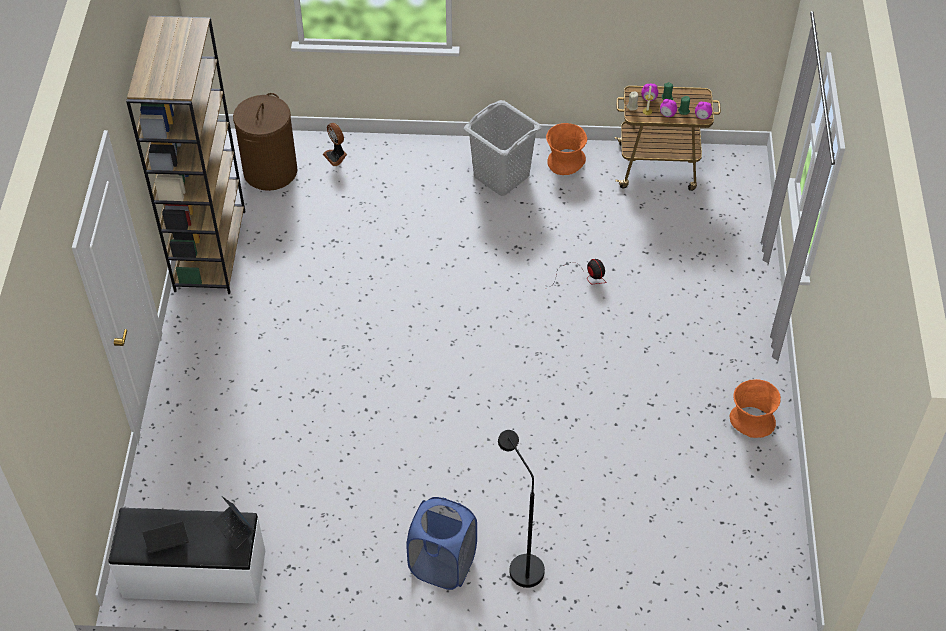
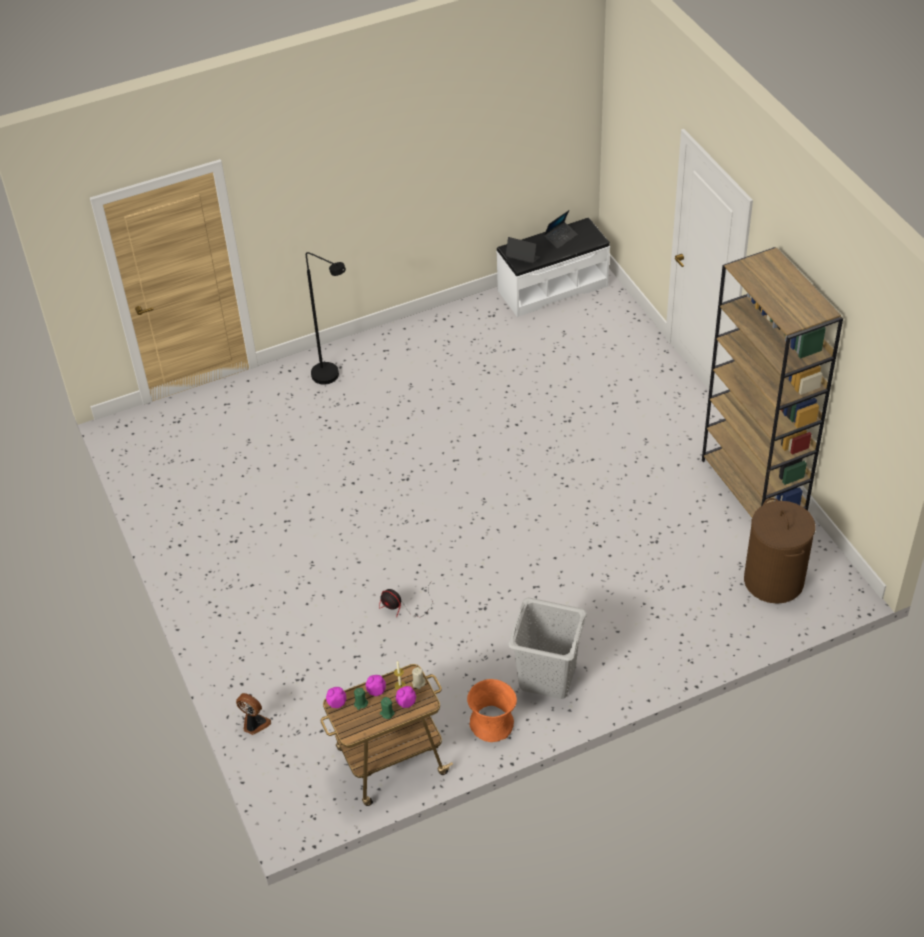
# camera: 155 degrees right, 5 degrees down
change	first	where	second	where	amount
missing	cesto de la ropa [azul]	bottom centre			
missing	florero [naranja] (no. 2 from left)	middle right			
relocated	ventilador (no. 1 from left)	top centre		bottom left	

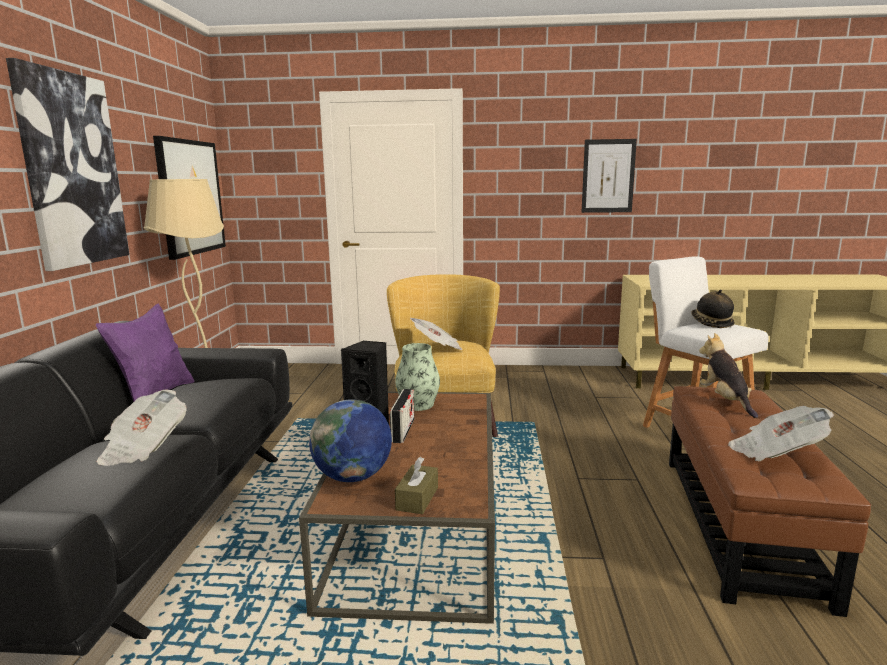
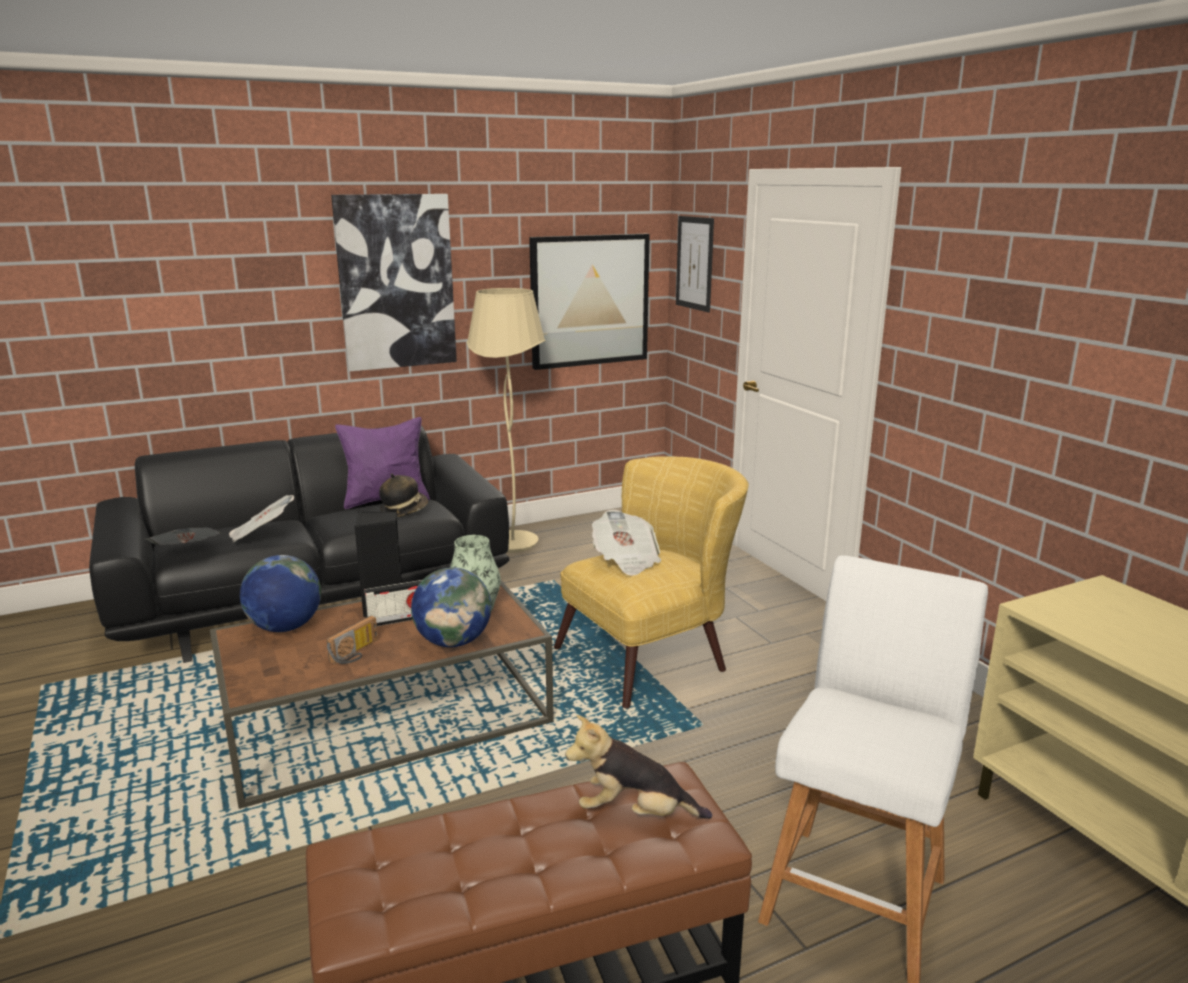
# camera: 60 degrees right, 5 degrees up
change	first	where	second	where	amount
missing	caja de pañuelos [marrón]	bottom centre			
appeared			radio (no. 1 from left)	middle left	
appeared			globo terráqueo (no. 2 from left)	centre	
relocated	cuadro (no. 3 from left)	top right		top centre	
relocated	sombrero	middle right		centre	
relocated	periódico (no. 3 from left in the first image)	middle right	periódico (no. 1 from left)	middle left	
spun	peluche	middle right		bottom centre	135 degrees counterclockwise

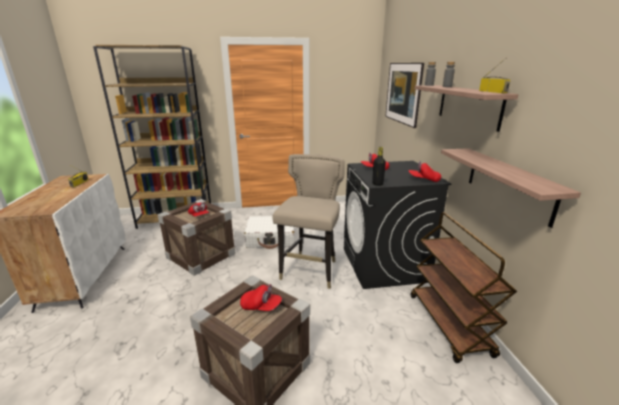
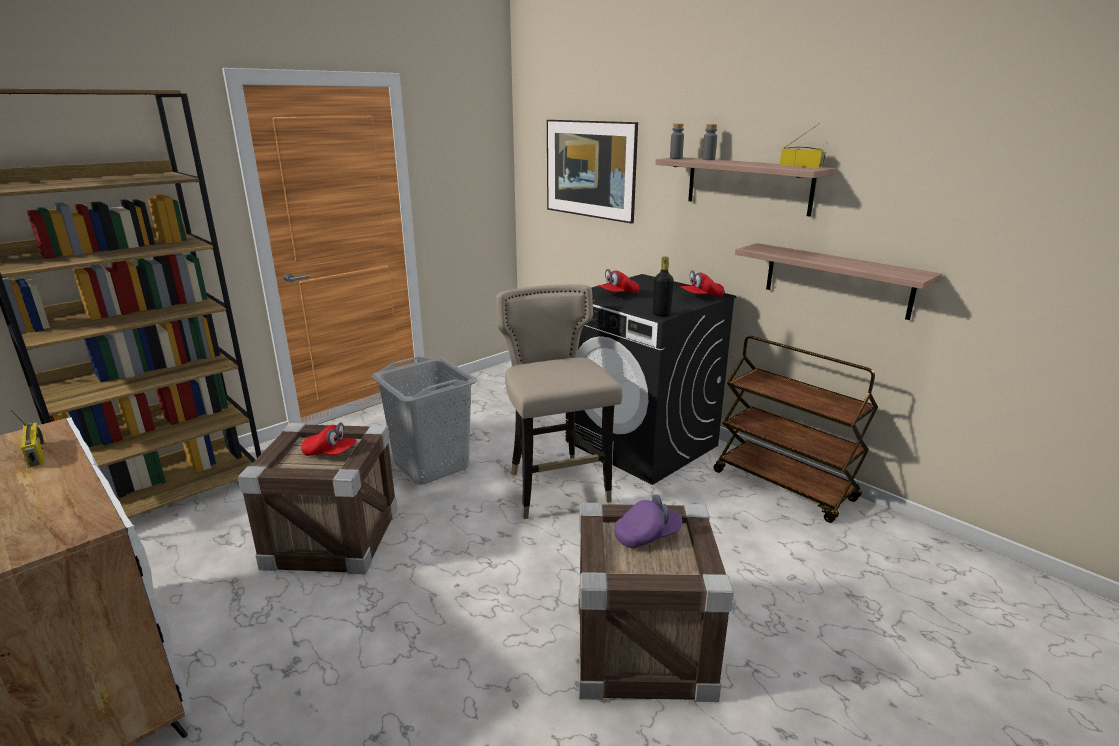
# camera: 35 degrees left, 0 degrees up
change	first	where	second	where	amount
exchanged	maleta [blanco]	centre	cesto de la ropa [gris]	centre	
colour	gorra [rojo] (no. 2 from left)	bottom centre	gorra [morado]	bottom centre	

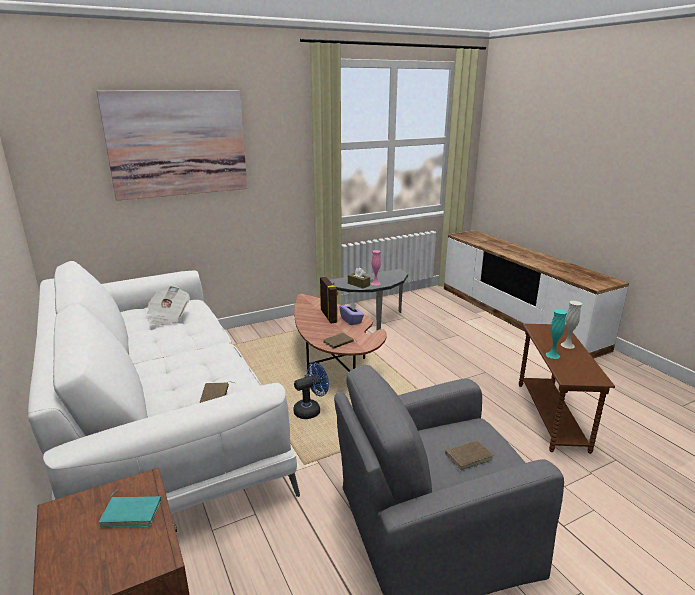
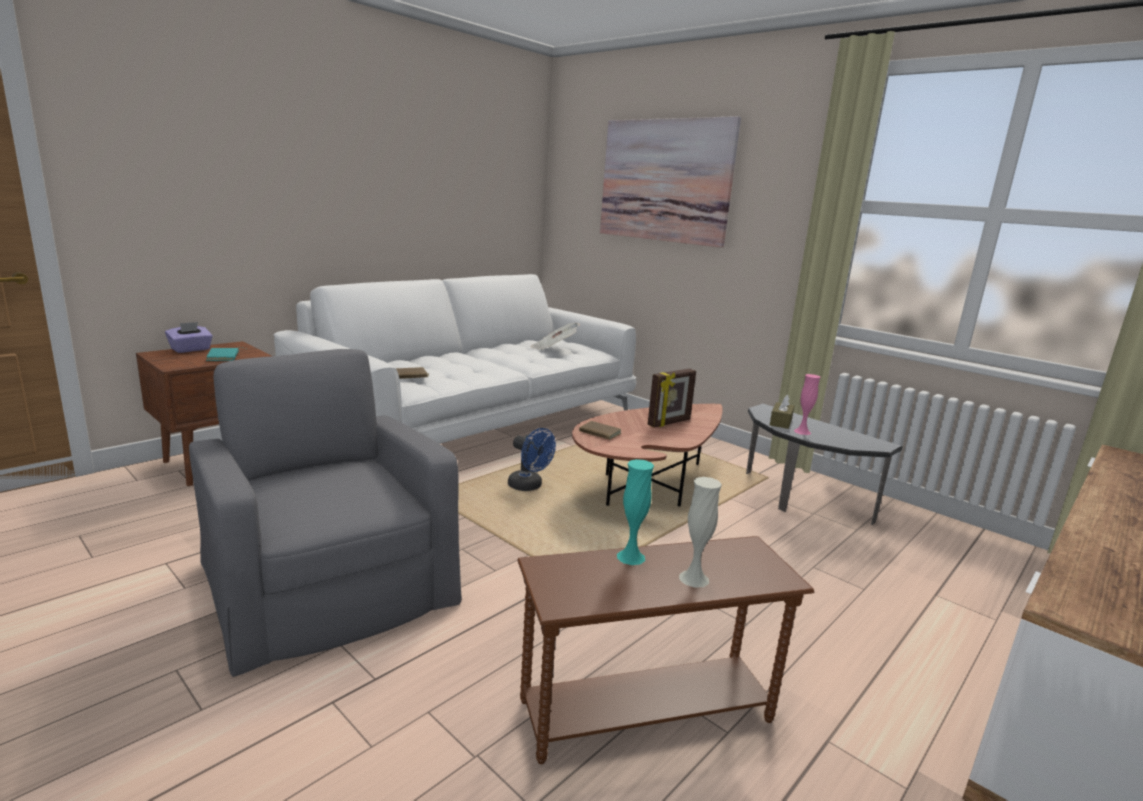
# camera: 70 degrees right, 5 degrees down
change	first	where	second	where	amount
missing	libro [marrón] (no. 3 from left)	bottom right			
relocated	caja de pañuelos [morado]	centre		middle left	

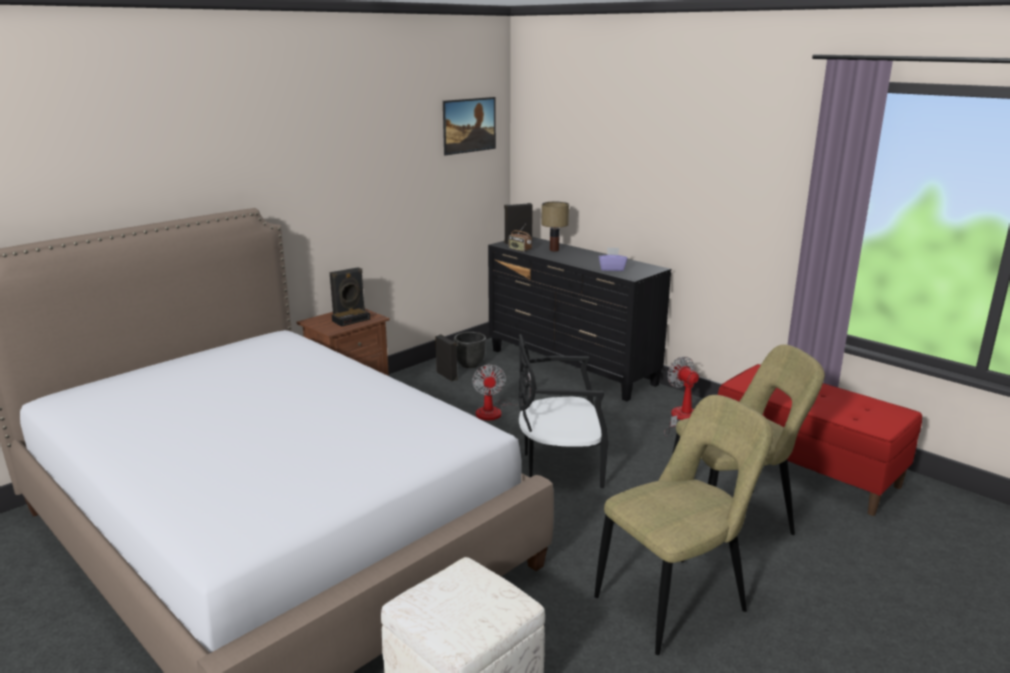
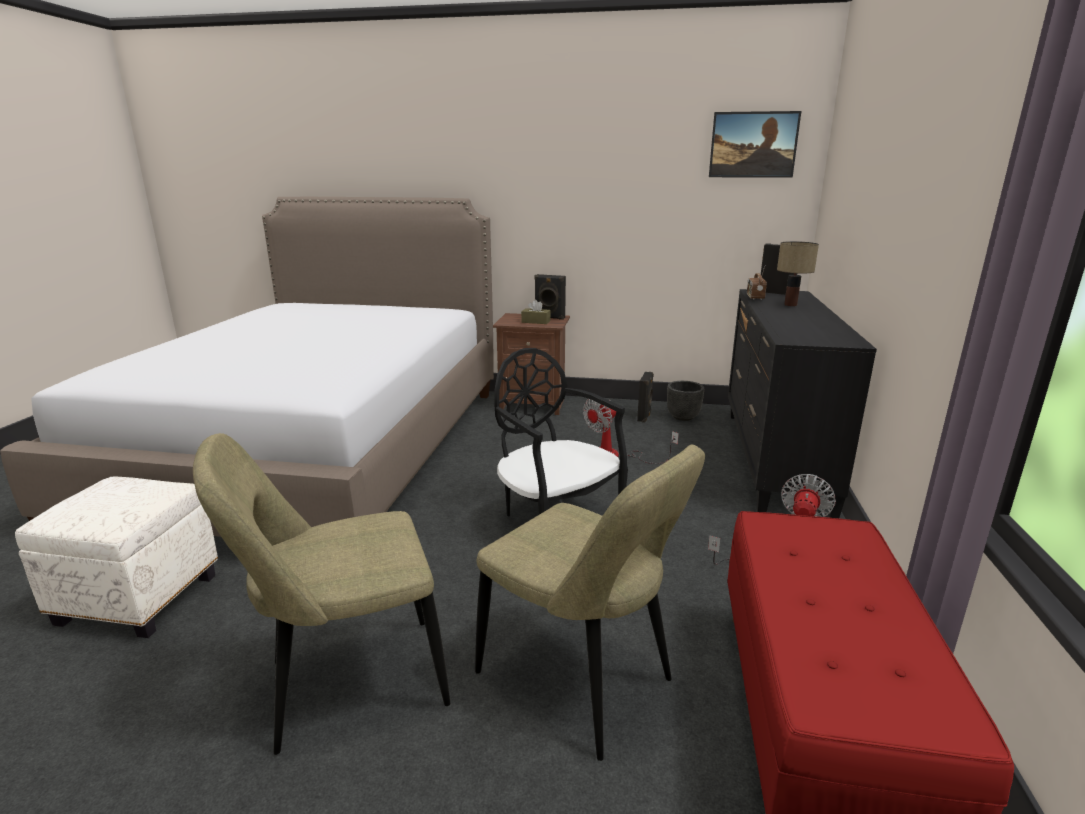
# camera: 55 degrees right, 0 degrees up
change	first	where	second	where	amount
missing	caja de pañuelos [morado]	centre			
exchanged	despertador	centre	caja de pañuelos [marrón]	centre	
spun	silla [beis] (no. 1 from left)	bottom right		bottom left	135 degrees clockwise

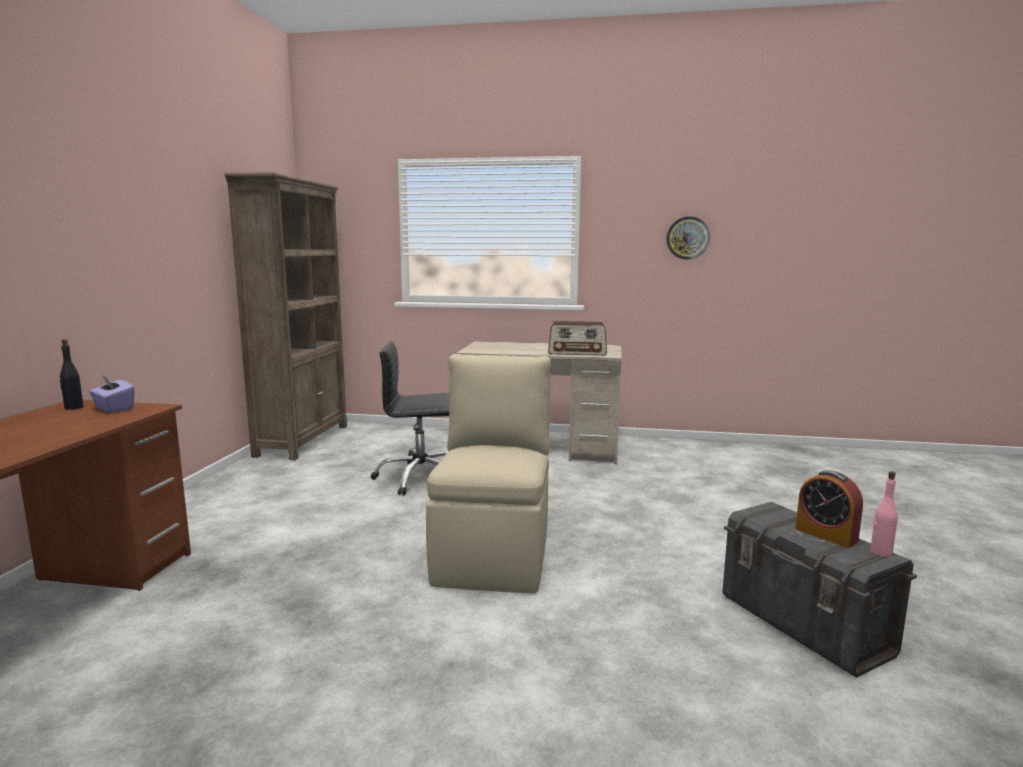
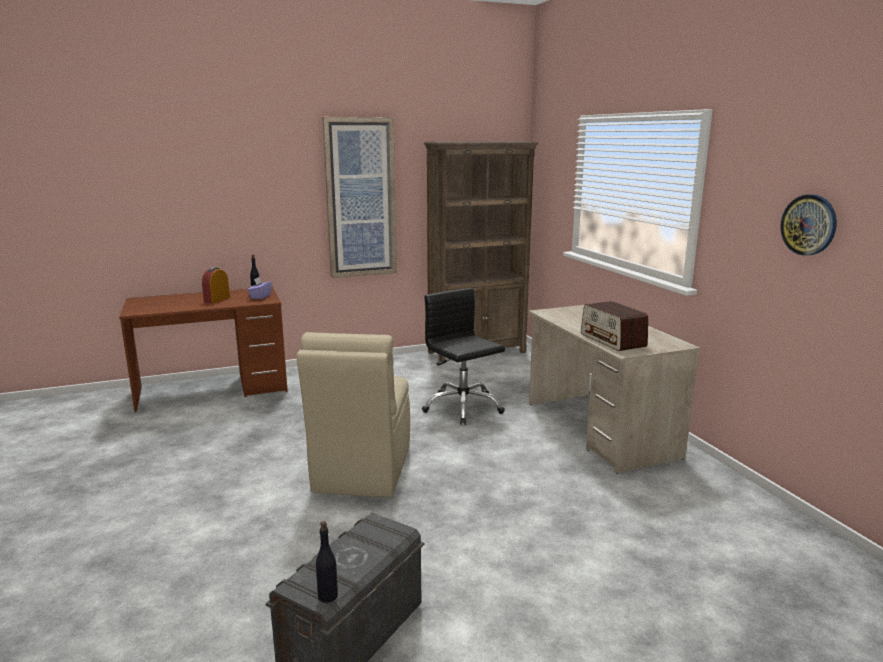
# camera: 60 degrees right, 5 degrees up
change	first	where	second	where	amount
appeared			cuadro	top centre	
relocated	despertador	middle right		middle left	
colour	botella [rosa]	bottom right	botella [negro] (no. 2 from left)	bottom centre	
spun	silla [beis]	centre		centre	120 degrees clockwise

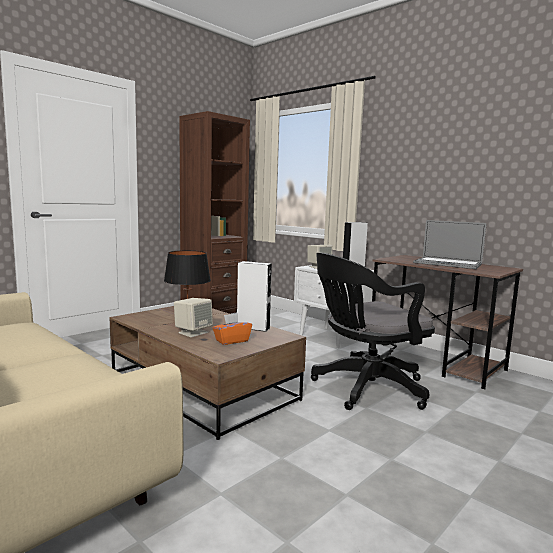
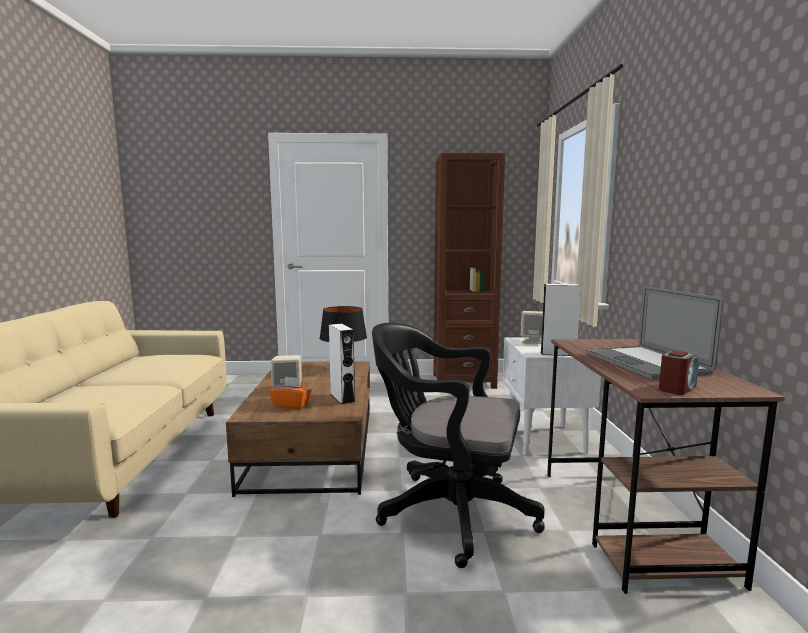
# camera: 45 degrees right, 0 degrees up
change	first	where	second	where	amount
appeared			despertador	middle right	

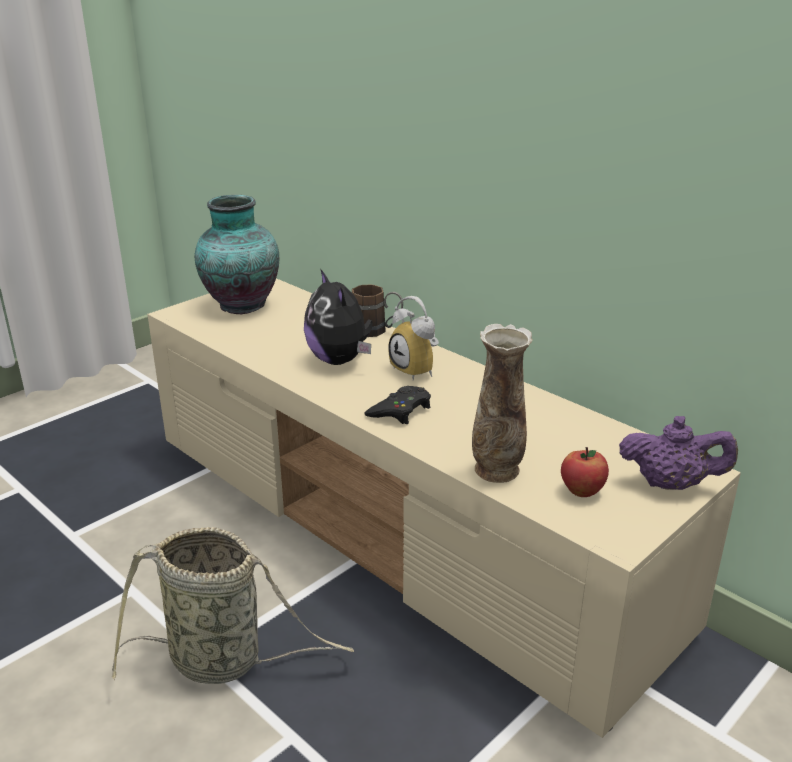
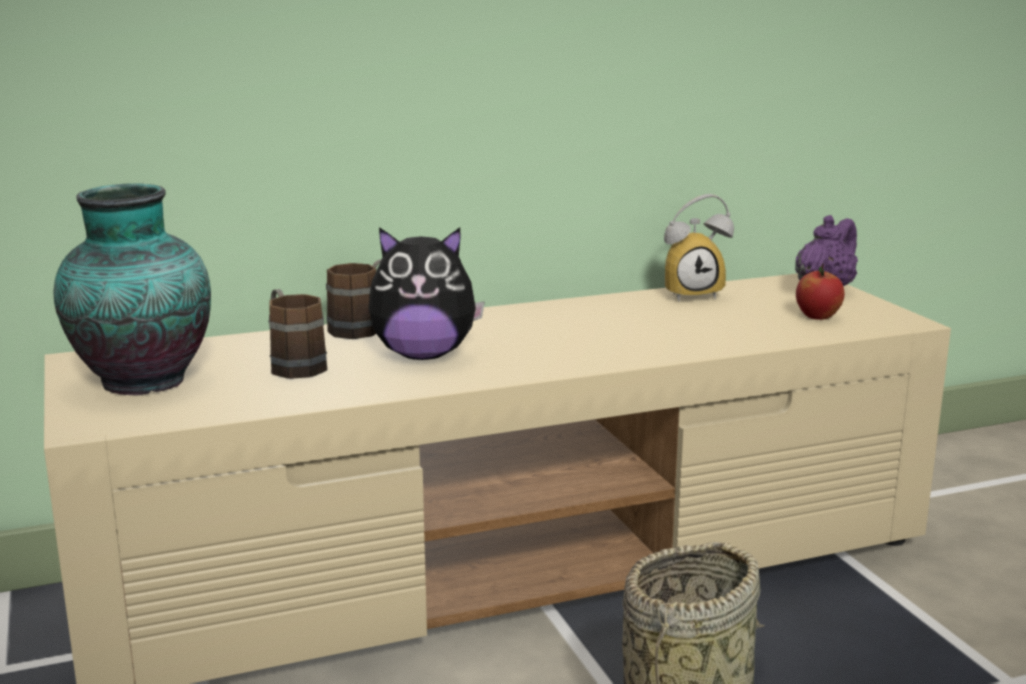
# camera: 65 degrees left, 10 degrees down
change	first	where	second	where	amount
missing	mando de consola [negro]	centre			
missing	florero (no. 2 from left)	centre			
appeared			taza grande [marrón] (no. 1 from left)	middle left	
relocated	despertador	centre		middle right	

